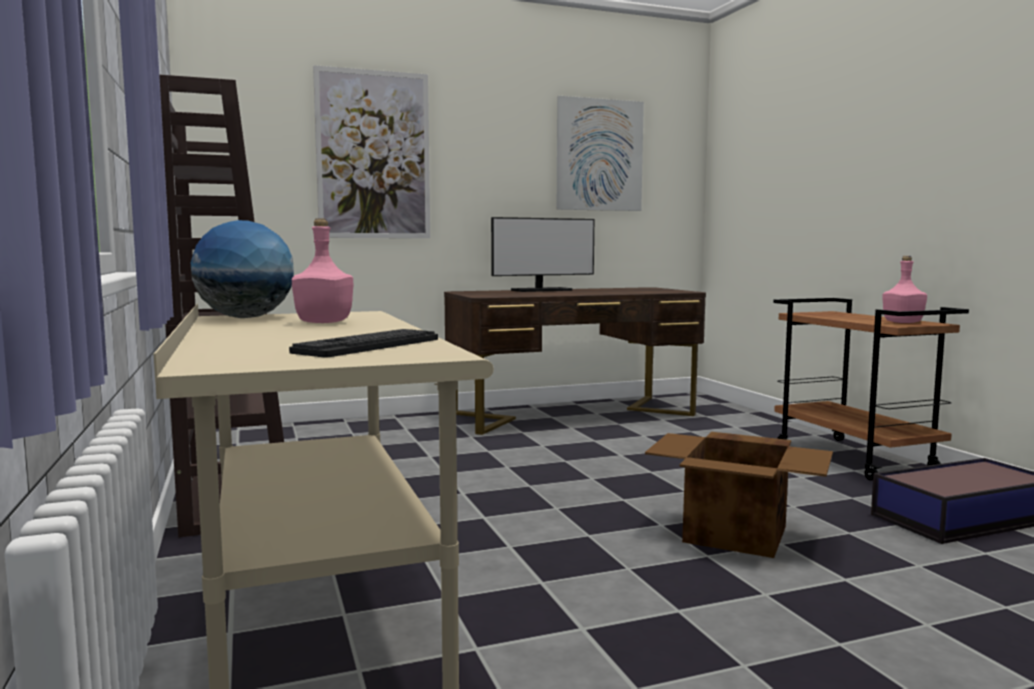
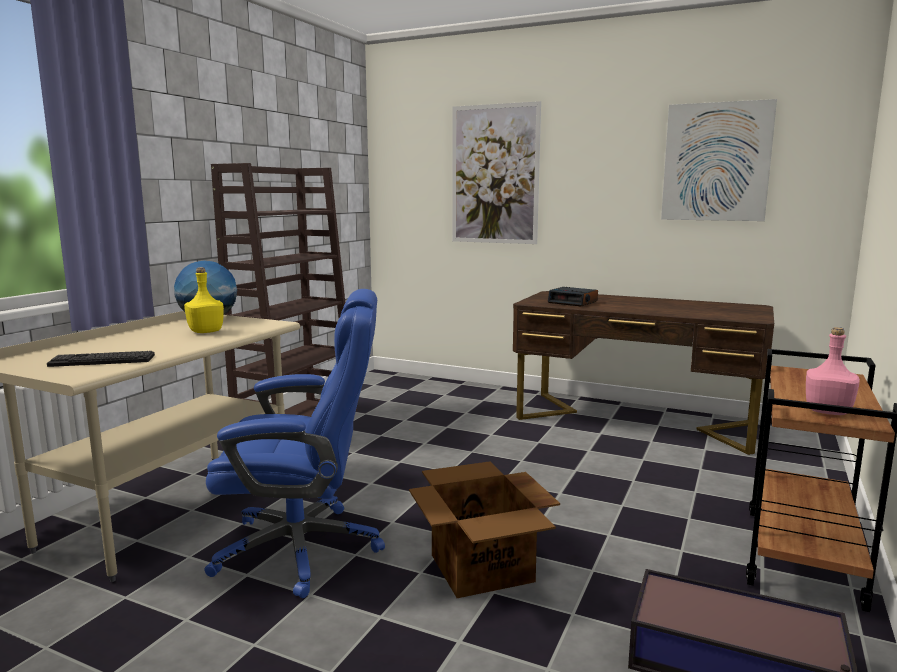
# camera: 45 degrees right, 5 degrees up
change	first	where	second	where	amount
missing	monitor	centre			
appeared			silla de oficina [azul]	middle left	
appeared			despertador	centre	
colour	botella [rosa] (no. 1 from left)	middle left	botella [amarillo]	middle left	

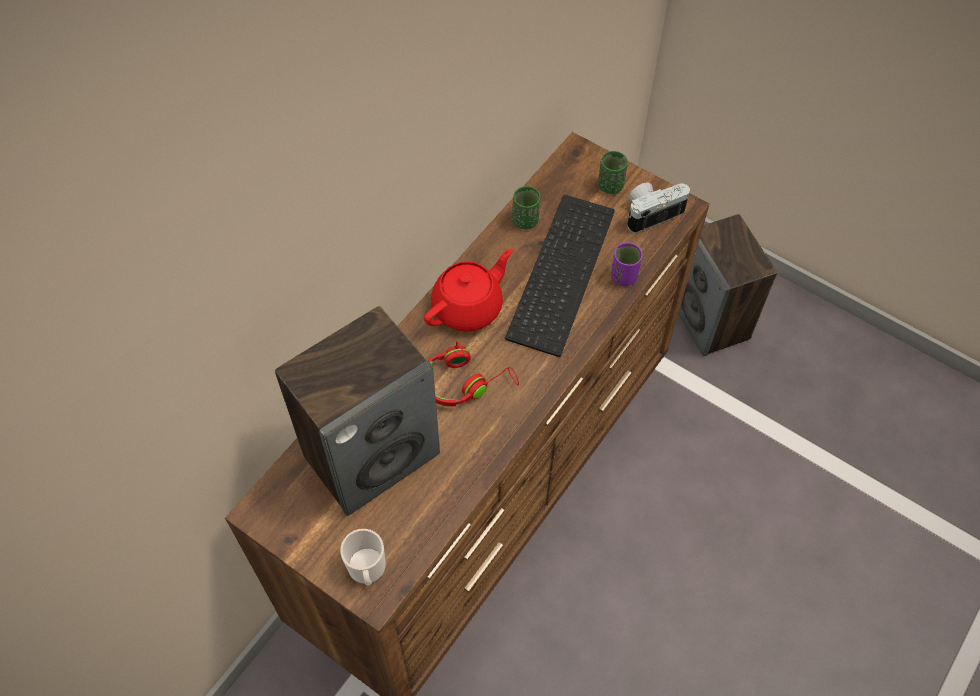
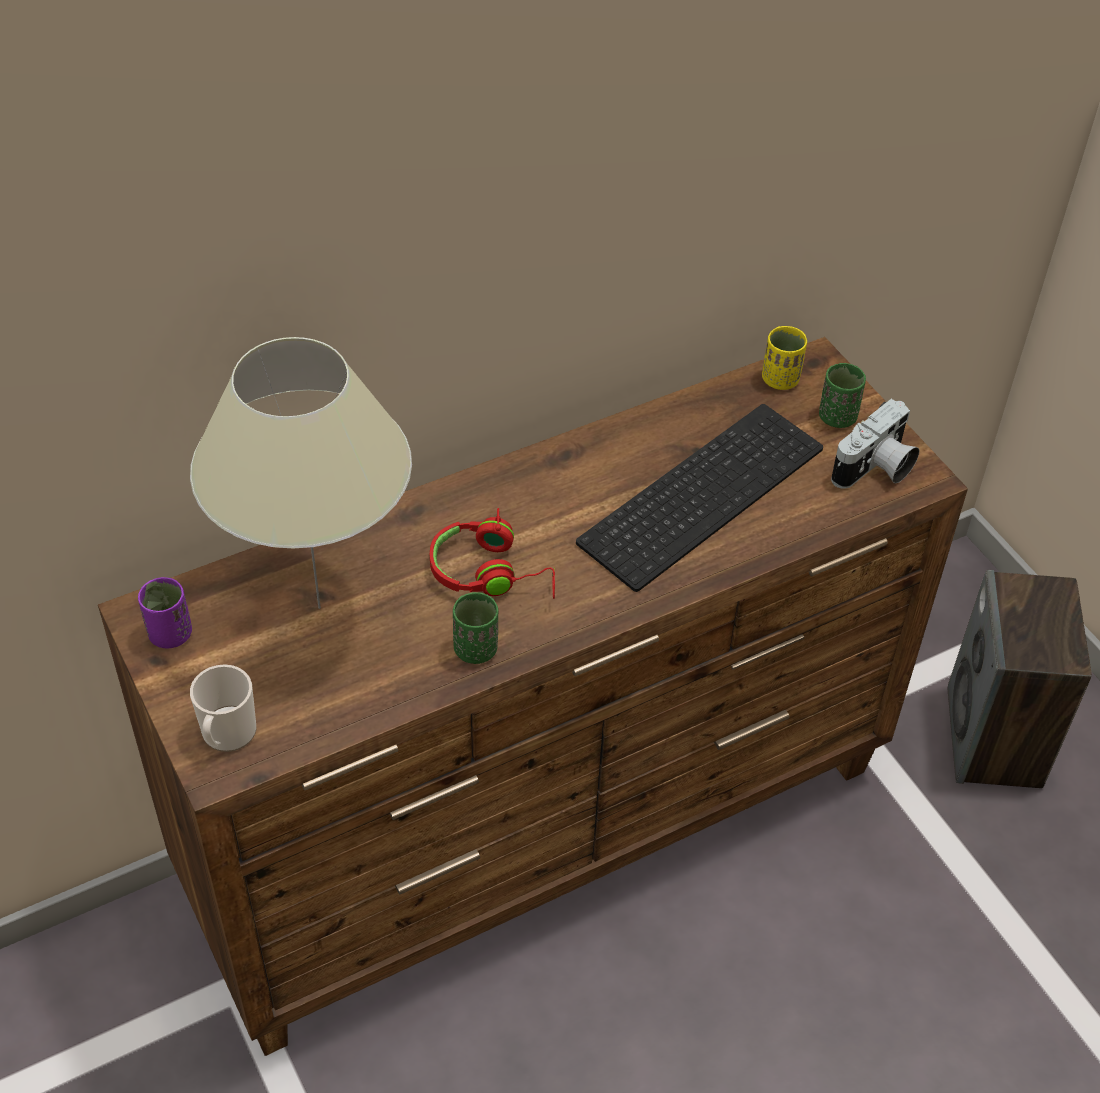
# camera: 25 degrees right, 10 degrees down
change	first	where	second	where	amount
missing	tetera [rojo]	centre			
appeared			taza [amarillo]	top right	
relocated	taza [verde] (no. 1 from left)	top centre		centre	
relocated	taza [morado]	centre		middle left	
exchanged	altavoz (no. 1 from left)	centre	lámpara de mesa [beis]	middle left	
spun	cámara	top right		middle right	135 degrees clockwise

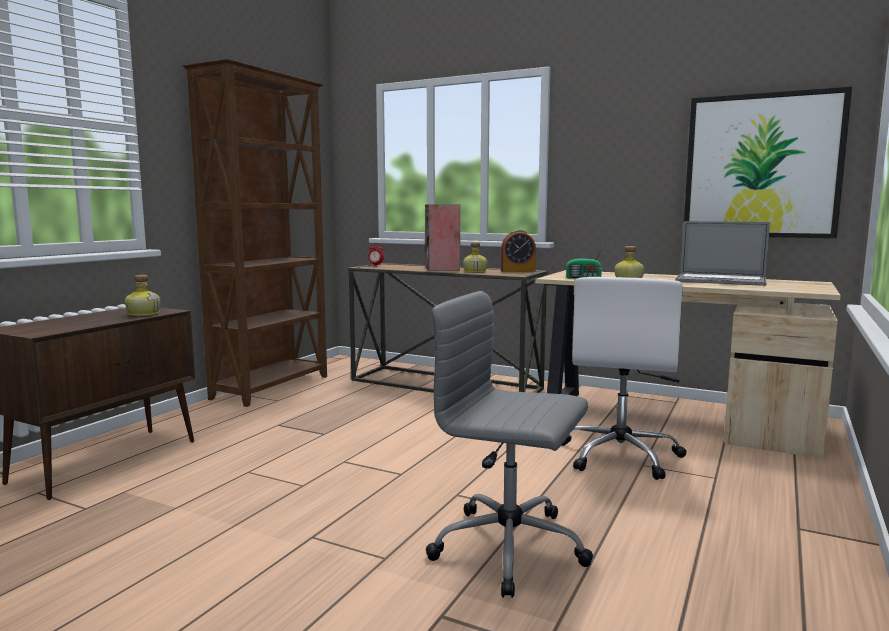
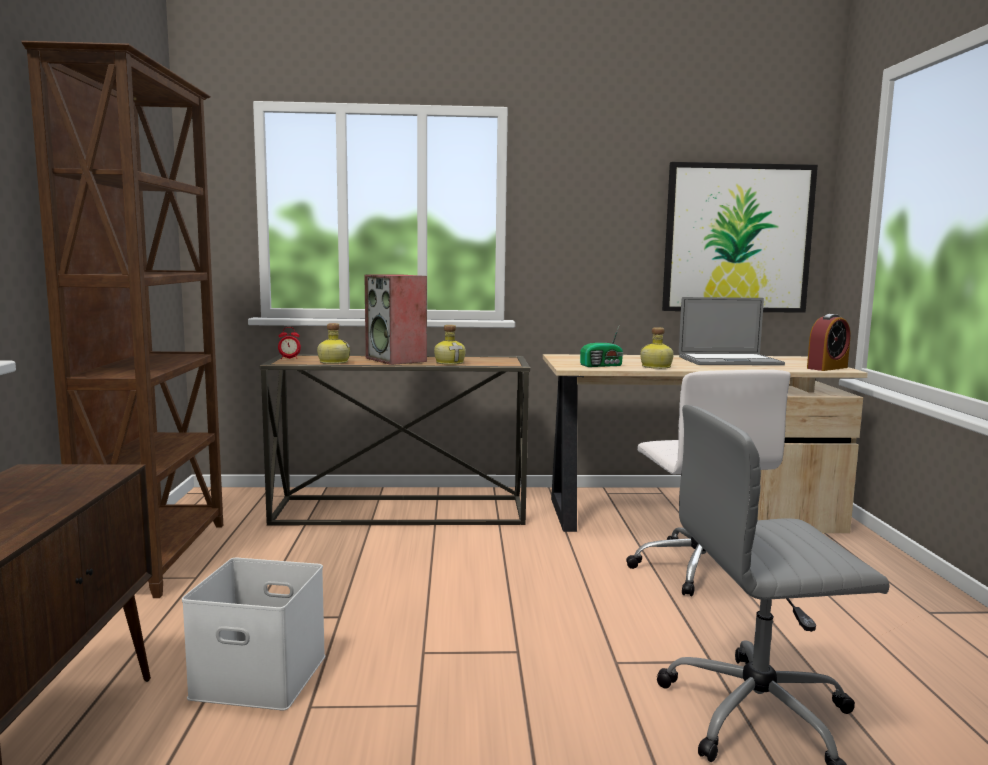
# camera: 30 degrees left, 0 degrees up
change	first	where	second	where	amount
appeared			caja de almacenaje [blanco]	bottom left	
relocated	botella (no. 1 from left)	middle left		centre	
relocated	despertador (no. 2 from left)	centre		middle right	

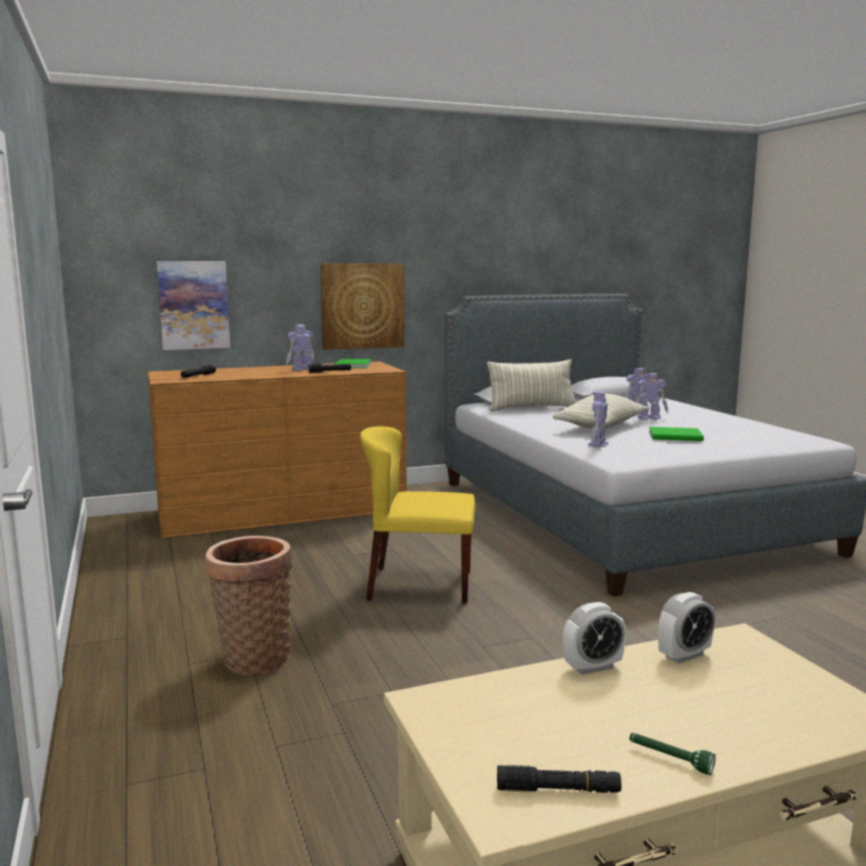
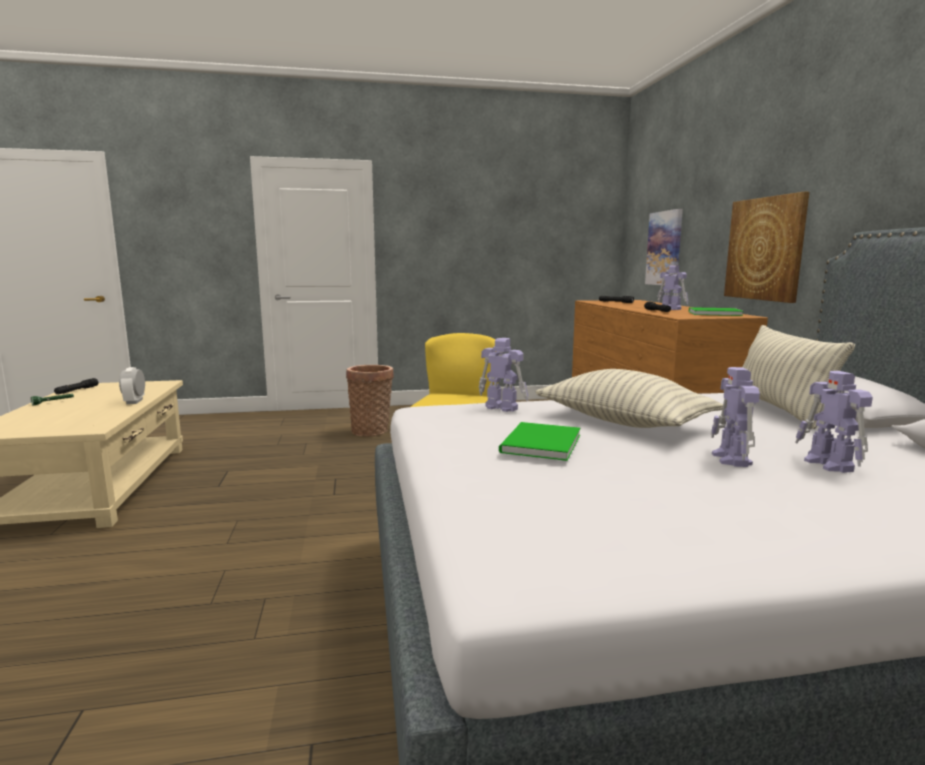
# camera: 100 degrees right, 0 degrees up
change	first	where	second	where	amount
missing	despertador (no. 2 from left)	bottom right			

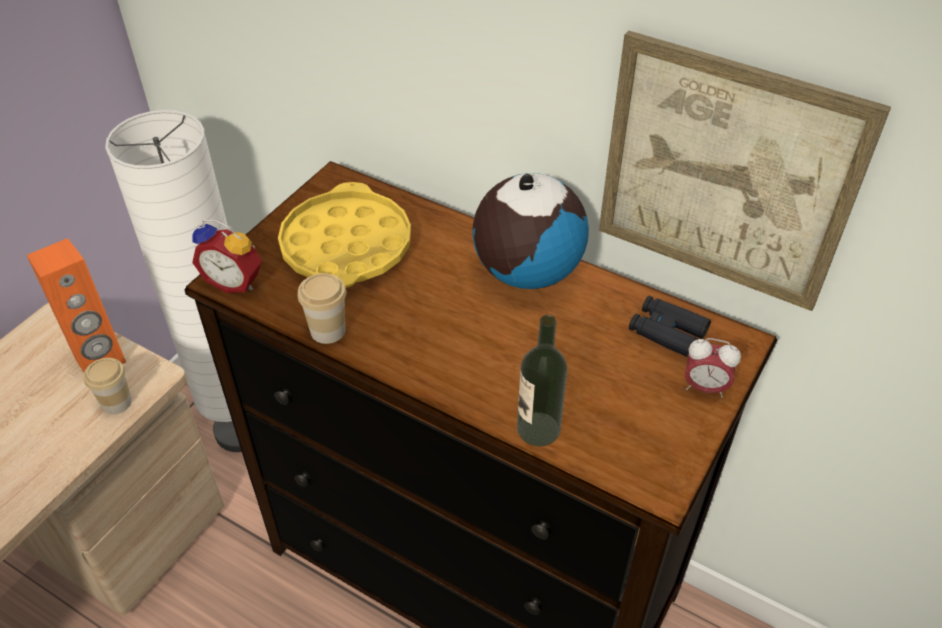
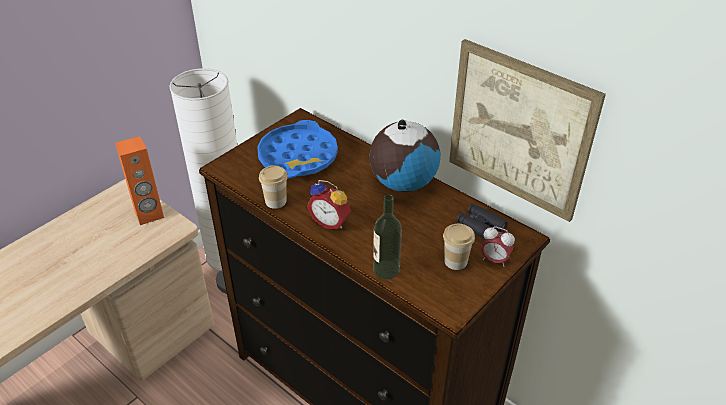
# camera: 10 degrees right, 5 degrees down
change	first	where	second	where	amount
relocated	taza (no. 1 from left in the first image)	middle left	taza (no. 2 from left)	centre	
relocated	despertador (no. 1 from left)	middle left		centre	
colour	bandeja [amarillo]	centre	bandeja [azul]	centre	

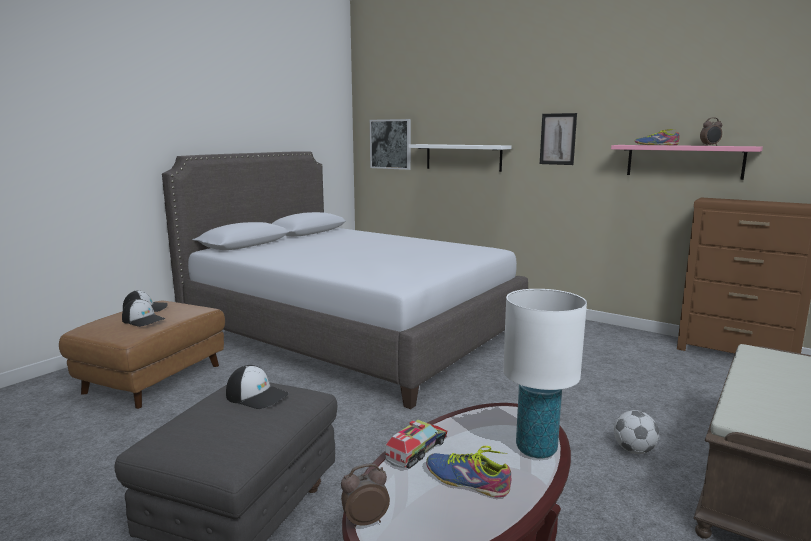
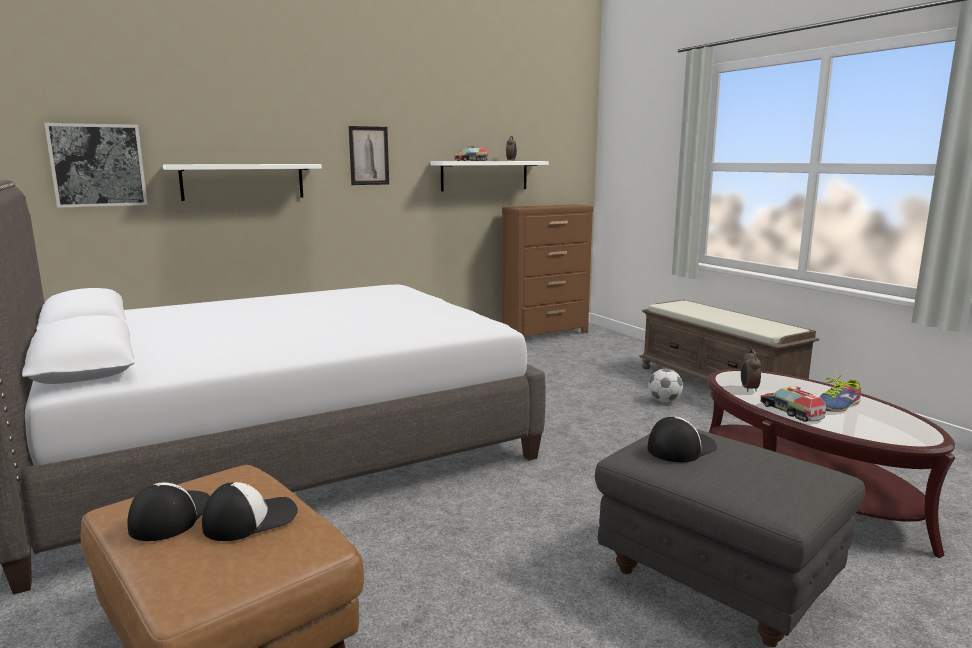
# camera: 65 degrees left, 0 degrees up
change	first	where	second	where	amount
missing	lámpara de mesa [blanco]	bottom right			
relocated	despertador (no. 1 from left in the first image)	bottom centre	despertador (no. 2 from left)	middle right	
exchanged	zapato (no. 2 from left)	top right	camión de juguete (no. 1 from left)	top centre	
colour	estante [rosa]	top right	estante [blanco] (no. 2 from left)	top centre	

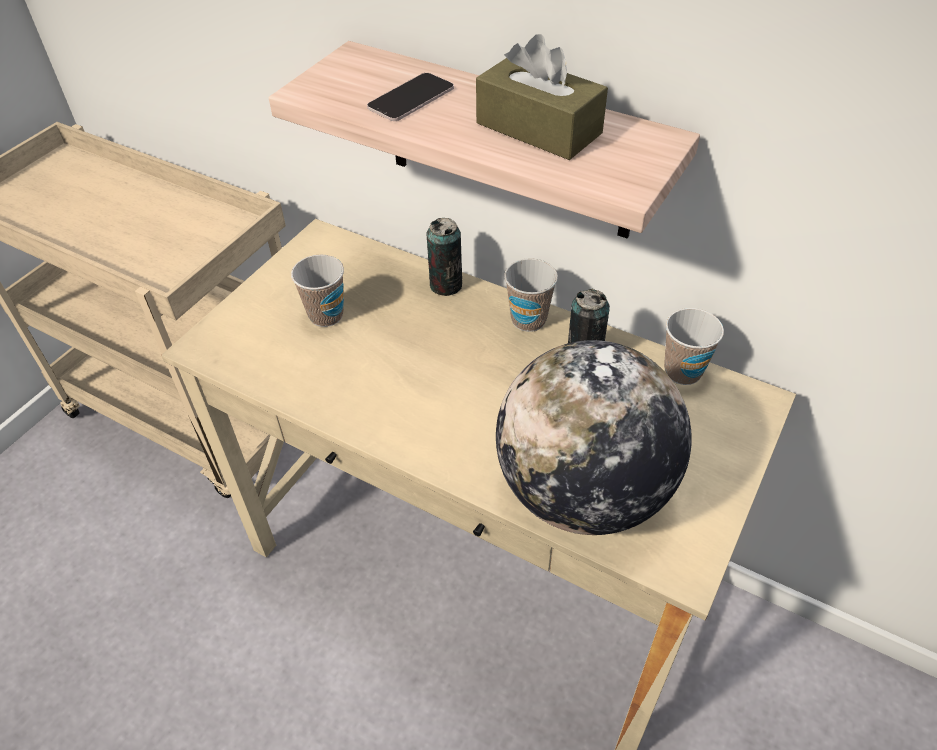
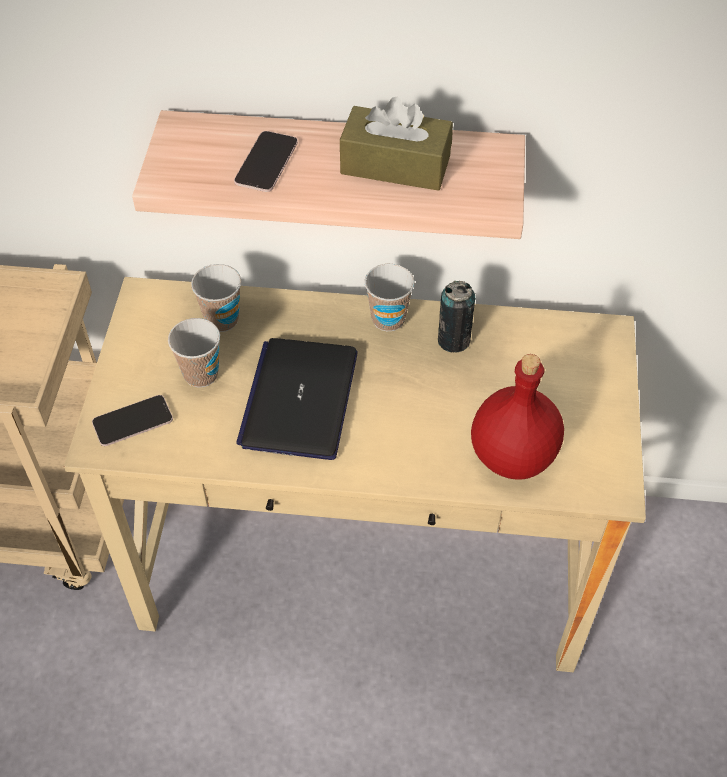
# camera: 25 degrees left, 5 degrees up
change	first	where	second	where	amount
missing	lata (no. 1 from left)	centre			
appeared			móvil (no. 1 from left)	middle left	
appeared			portátil	centre	
relocated	taza (no. 3 from left in the first image)	middle right	taza (no. 2 from left)	middle left	
exchanged	globo terráqueo	centre	botella [rojo]	middle right	

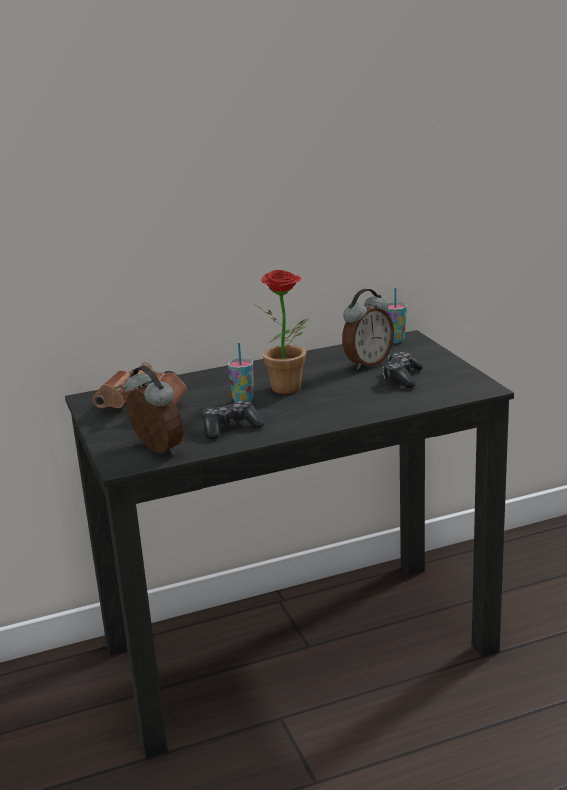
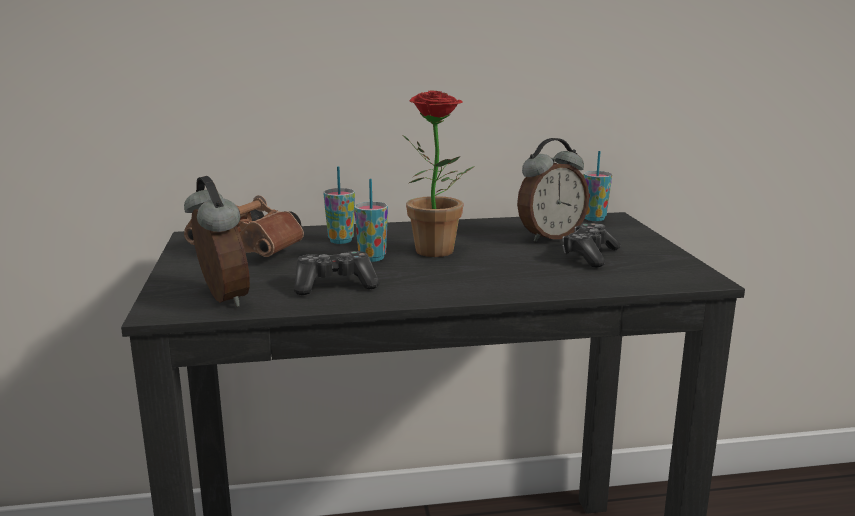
# camera: 10 degrees right, 5 degrees down
change	first	where	second	where	amount
appeared			taza (no. 1 from left)	centre	

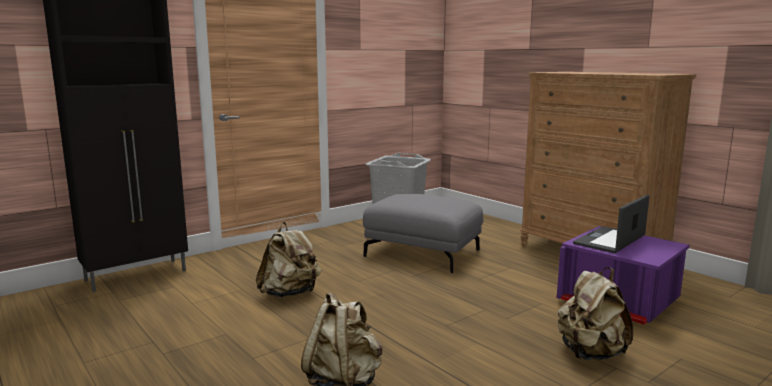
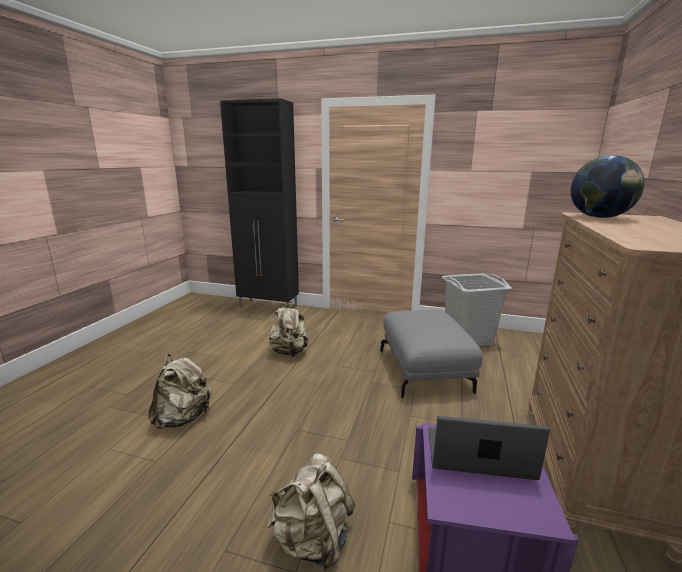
# camera: 55 degrees right, 5 degrees up
change	first	where	second	where	amount
appeared			globo terráqueo	top right	

